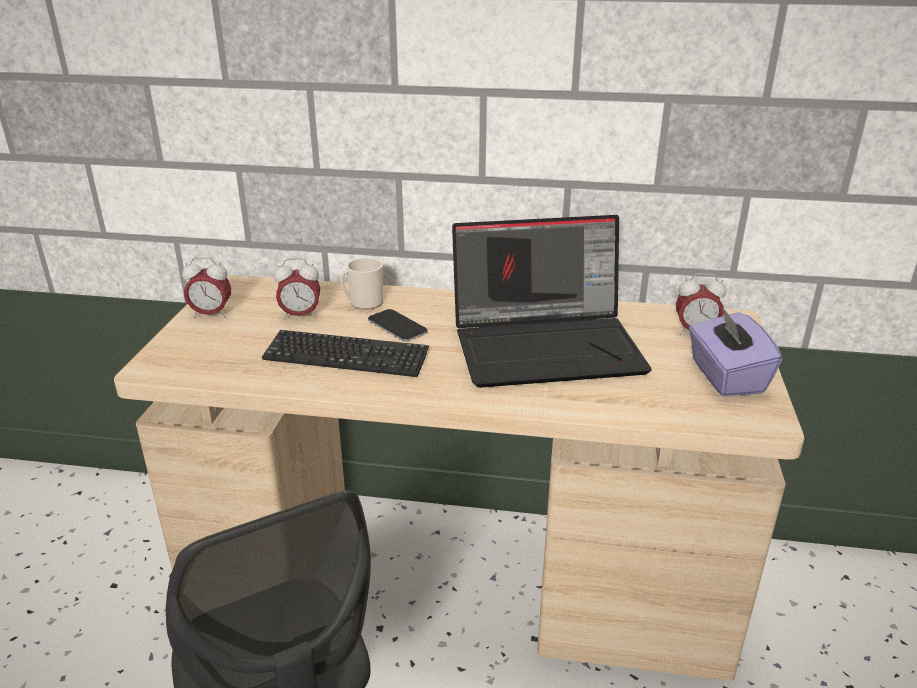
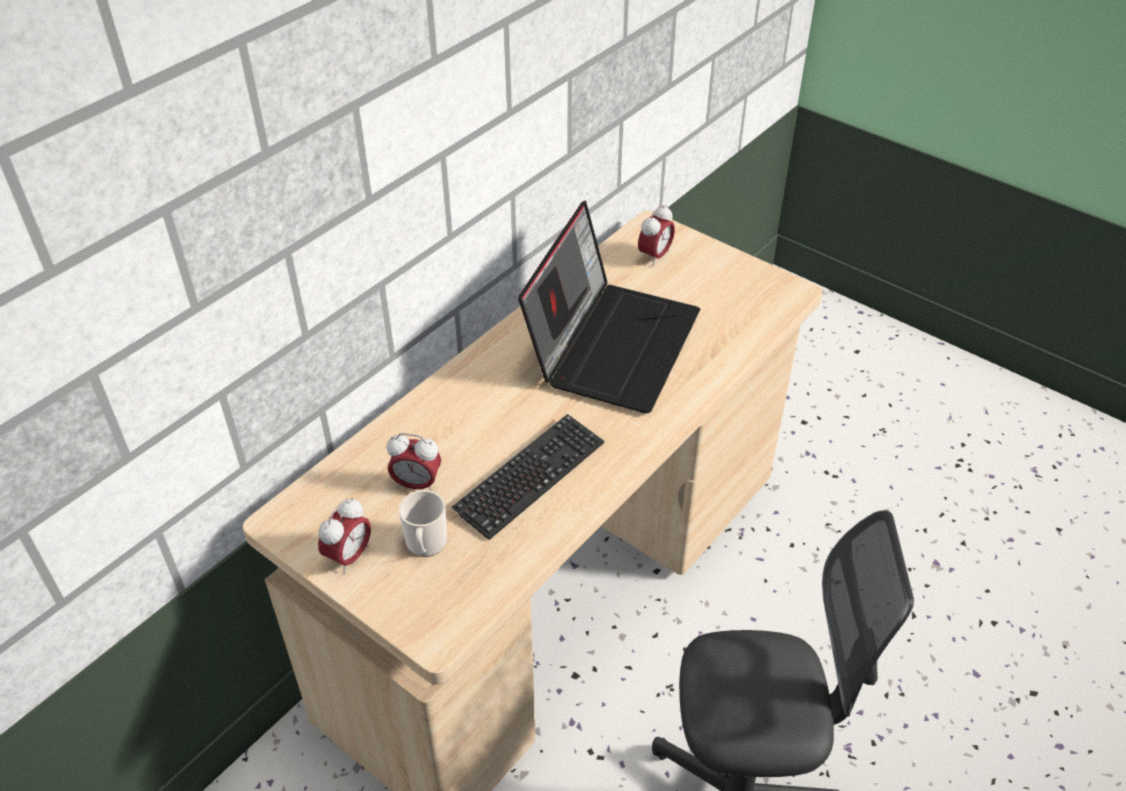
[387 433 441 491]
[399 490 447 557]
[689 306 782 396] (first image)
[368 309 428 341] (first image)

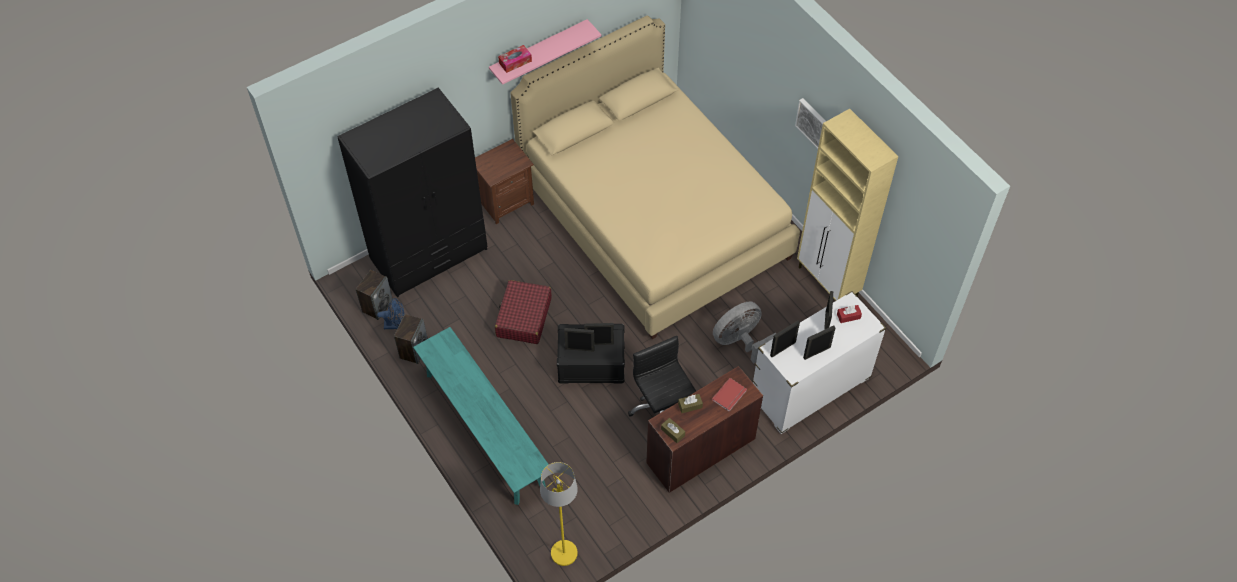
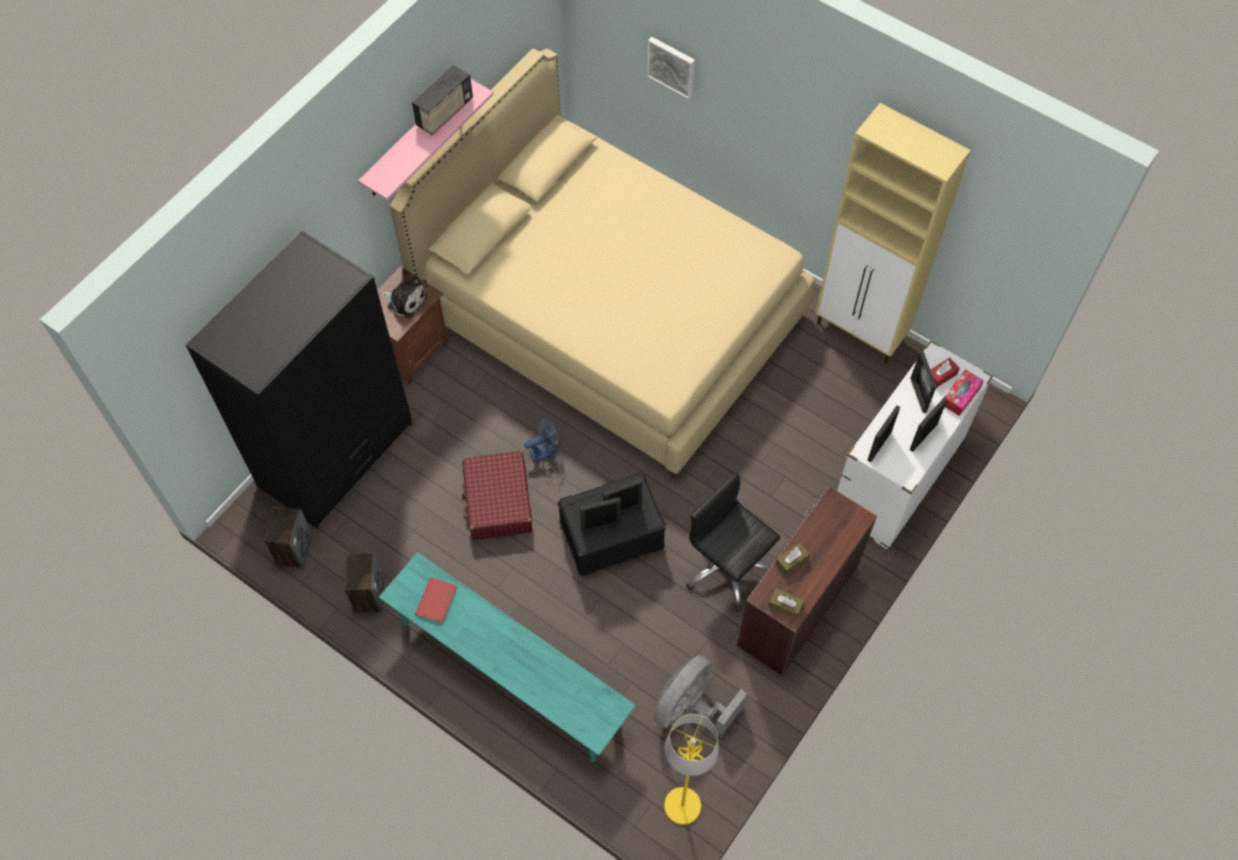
[944 369 984 416]
[647 37 695 99]
[524 418 561 462]
[653 655 747 737]
[415 577 457 624]
[412 65 473 135]
[381 276 427 318]

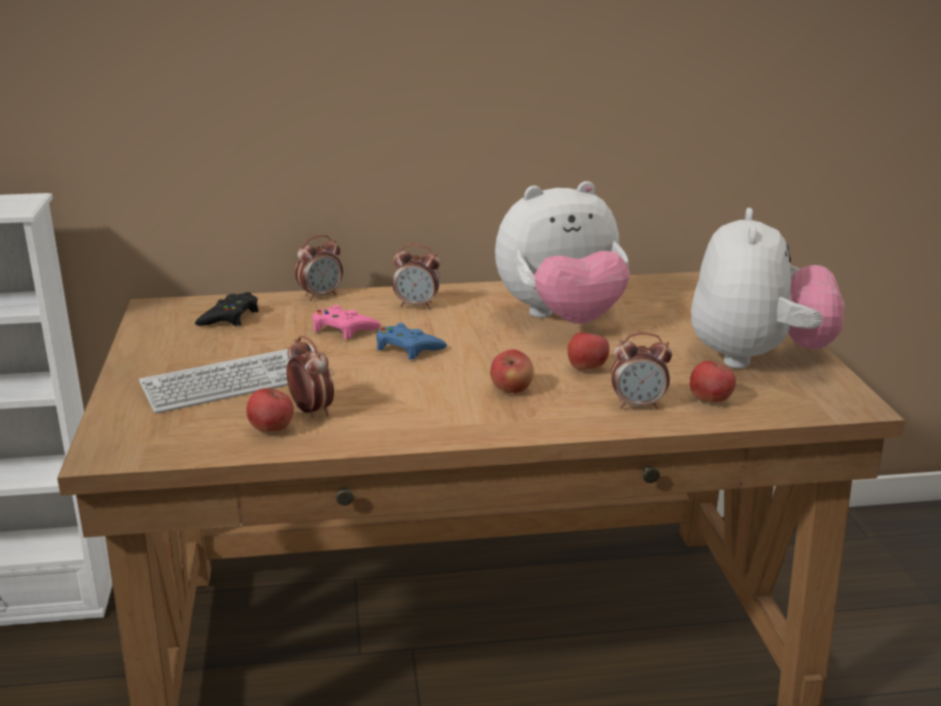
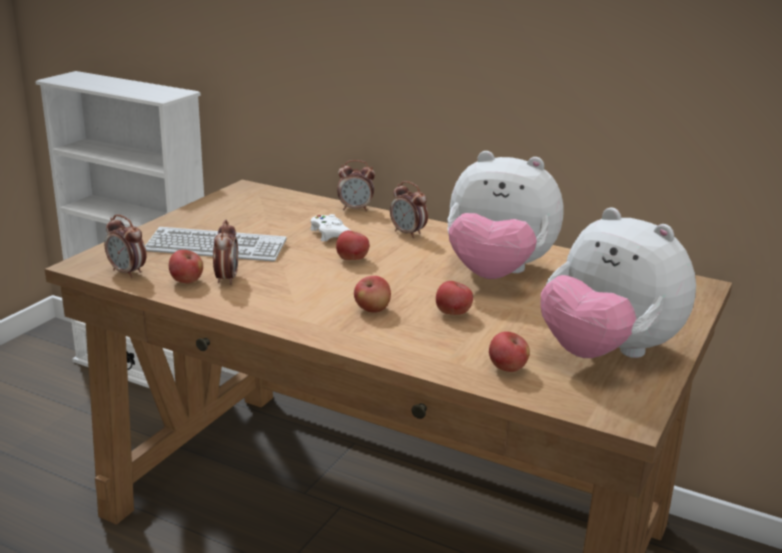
[540 207 696 358]
[195 292 259 326] (first image)
[310 214 350 242]
[336 230 369 260]
[104 214 147 278]

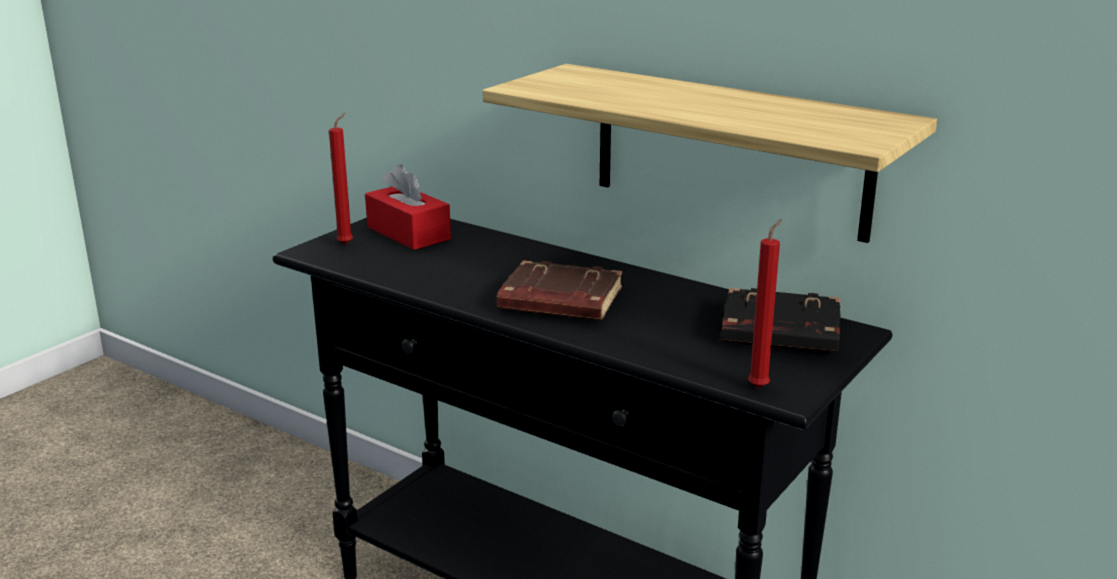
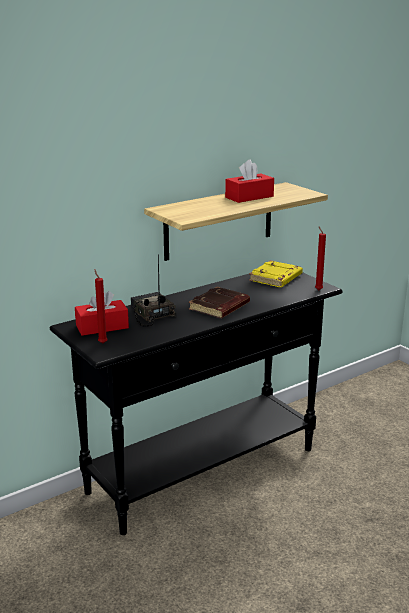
[249 260 303 287]
[225 159 274 203]
[131 254 176 327]

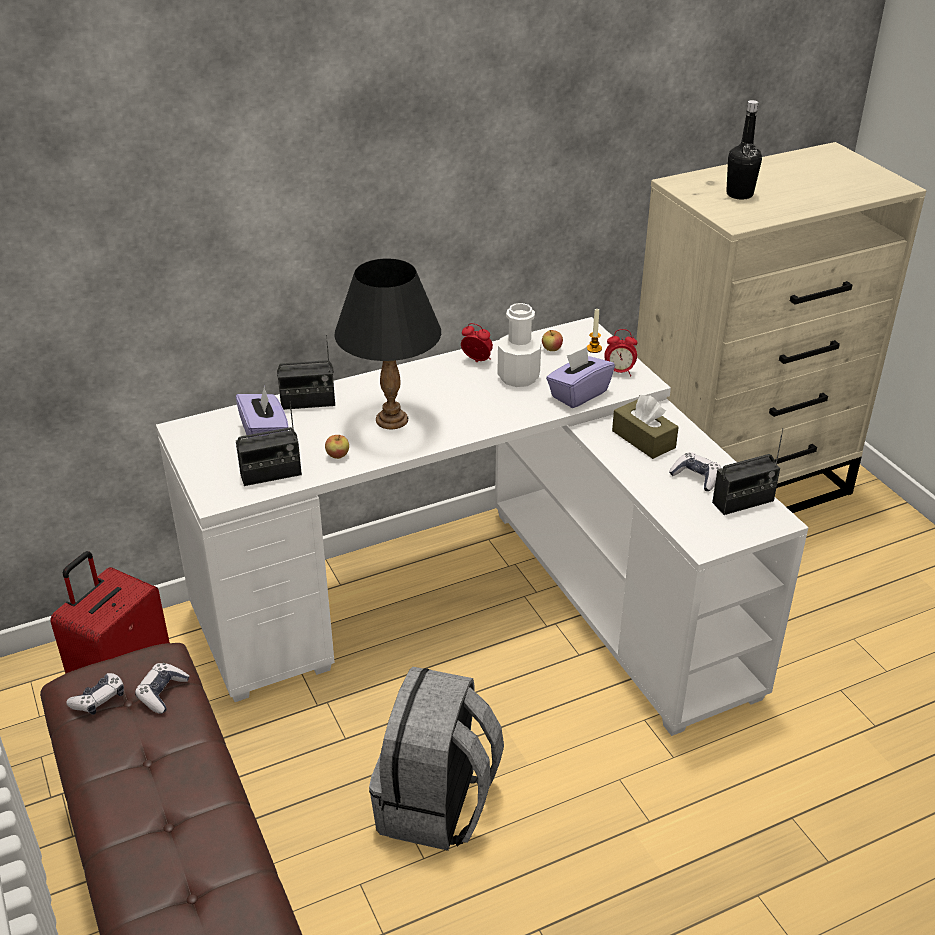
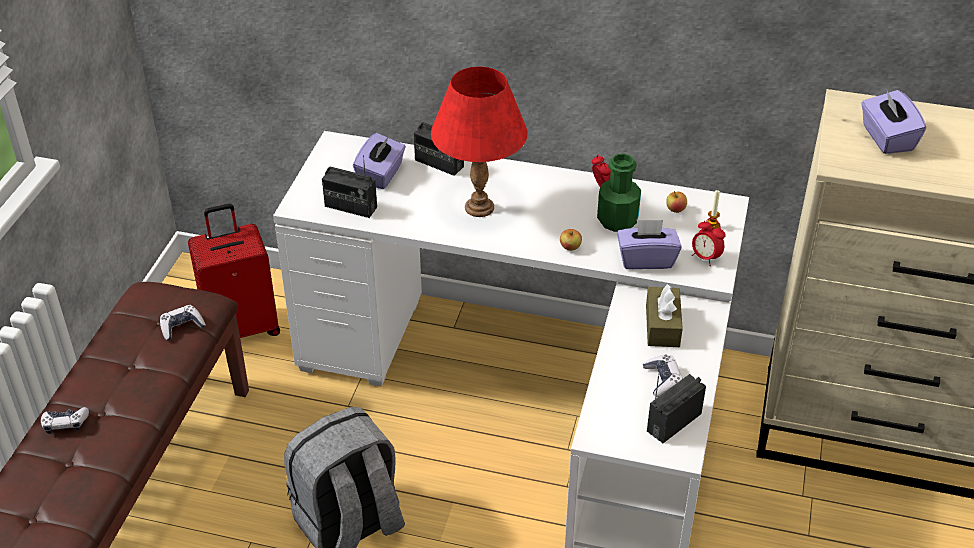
[861 89 926 154]
[431 66 528 217]
[597 153 641 232]
[647 370 706 443]
[560 229 582 251]
[41 407 89 434]

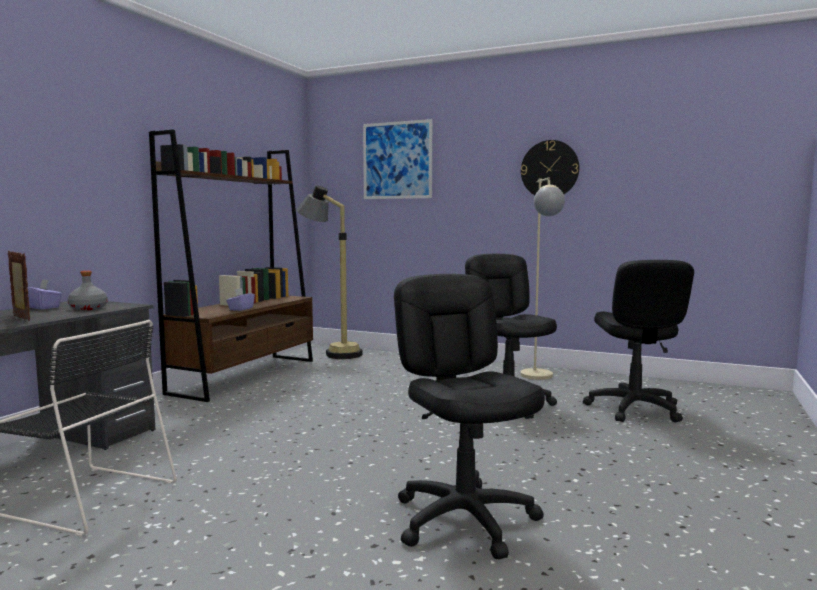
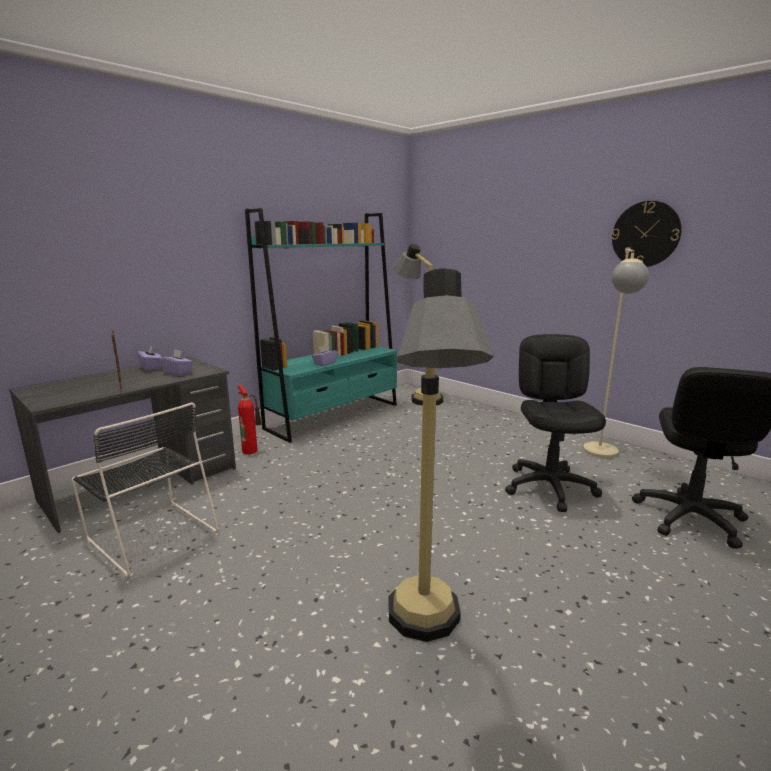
[363 119 432 199] (first image)
[245 208 397 443]
[159 349 193 376]
[389 268 494 642]
[238 385 262 454]

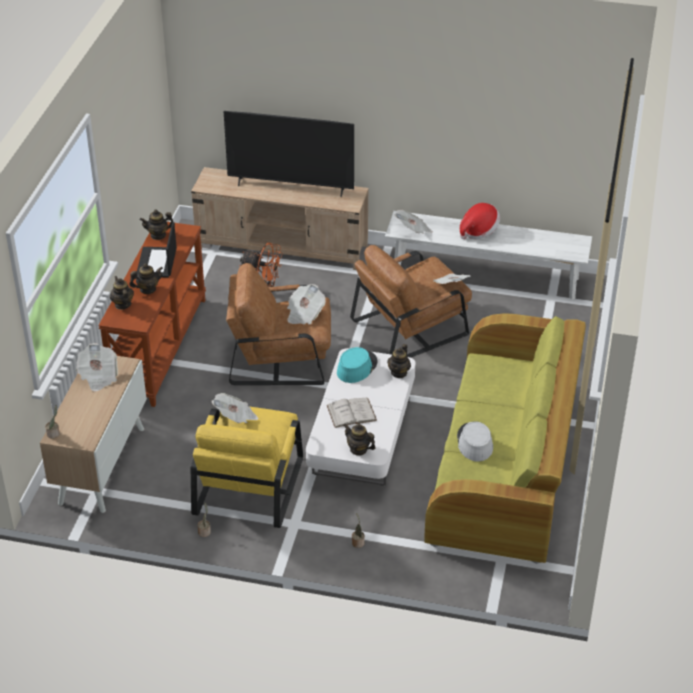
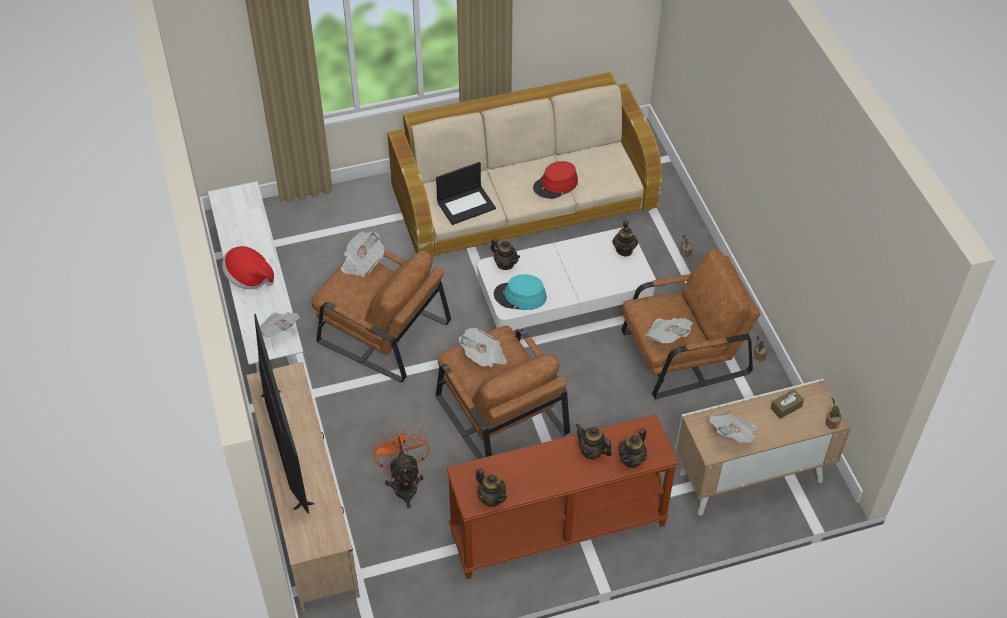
[436 162 496 225]
[388 72 662 258]
[490 238 520 270]
[327 398 377 428] (first image)
[621 249 761 399]
[533 161 578 199]
[771 389 804 419]

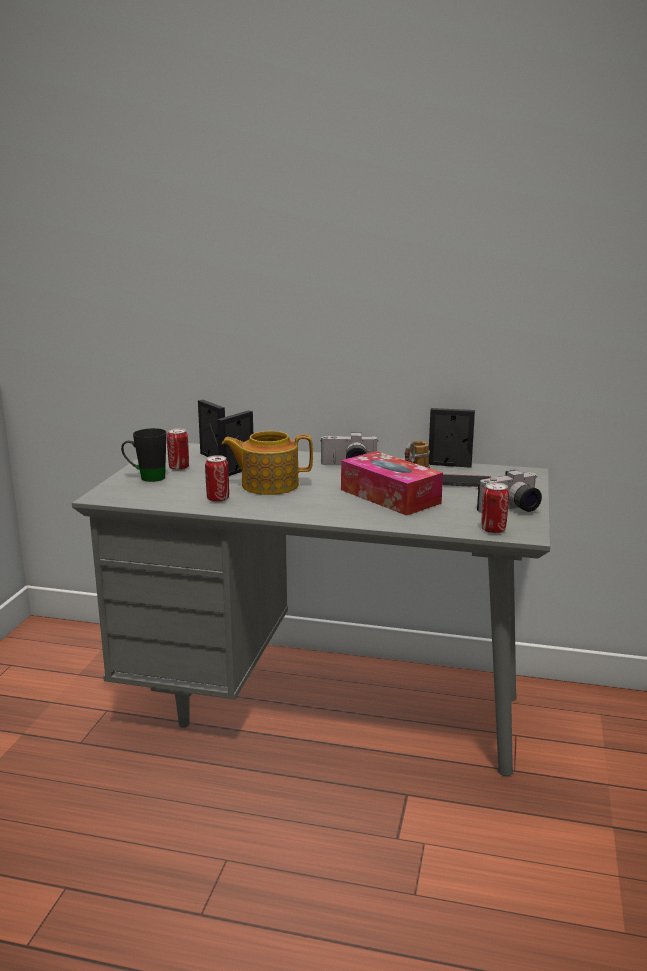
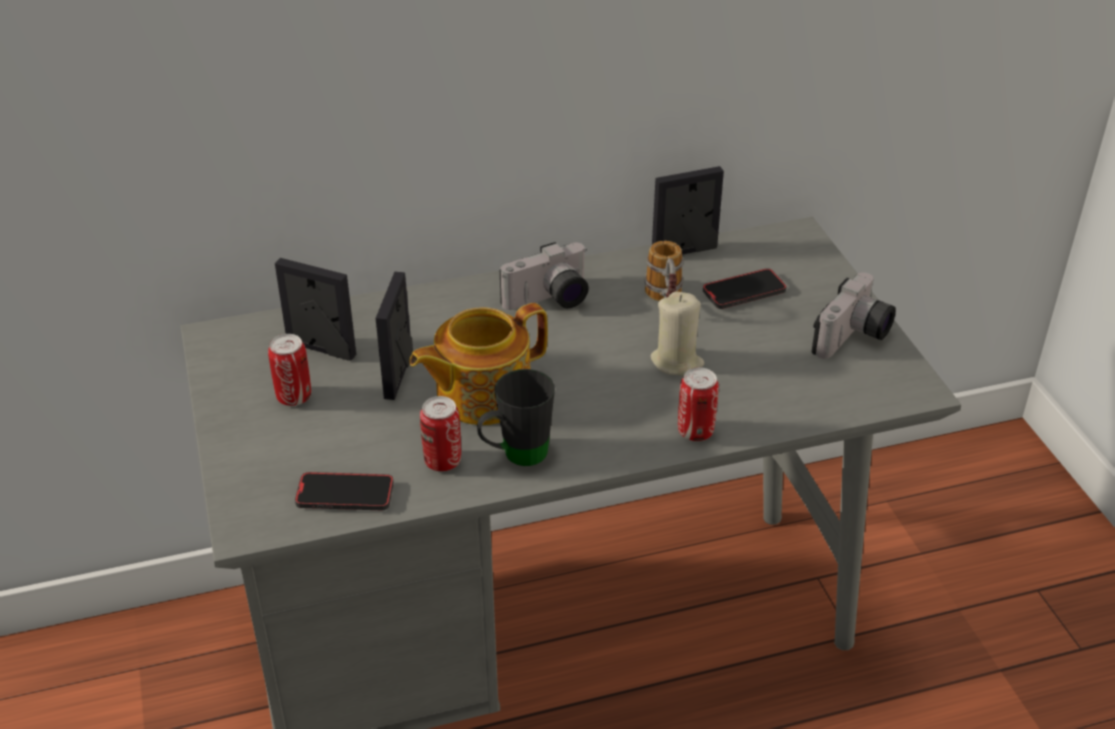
[477 369 555 466]
[651 292 704 376]
[678 367 719 441]
[295 472 394 511]

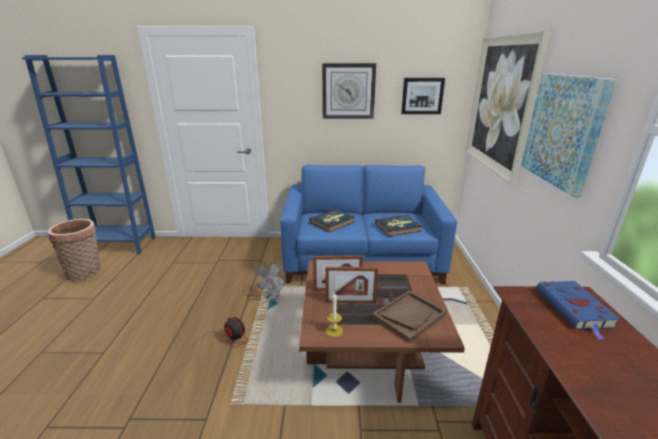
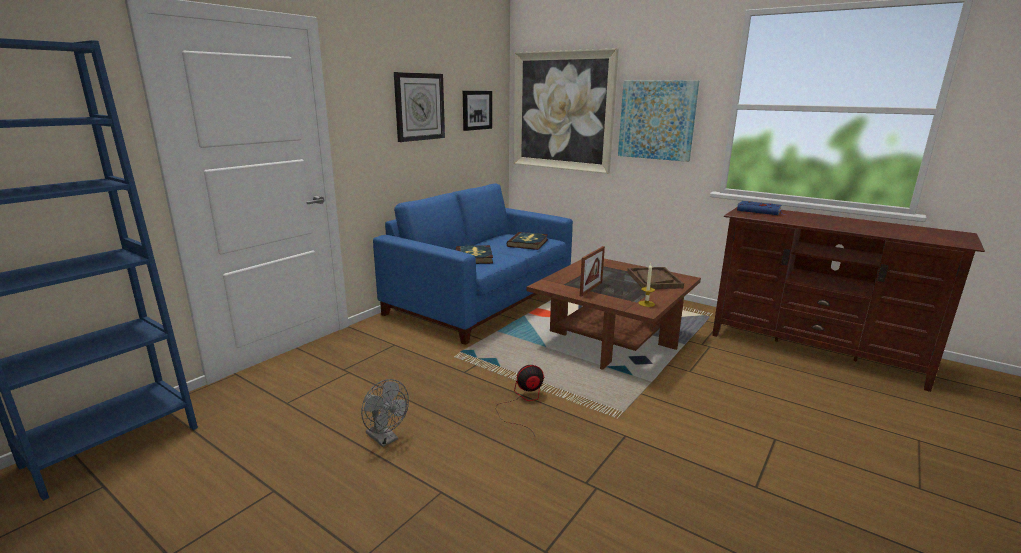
[47 219 101 282] (first image)
[361 379 409 447]
[325 267 378 304] (first image)

